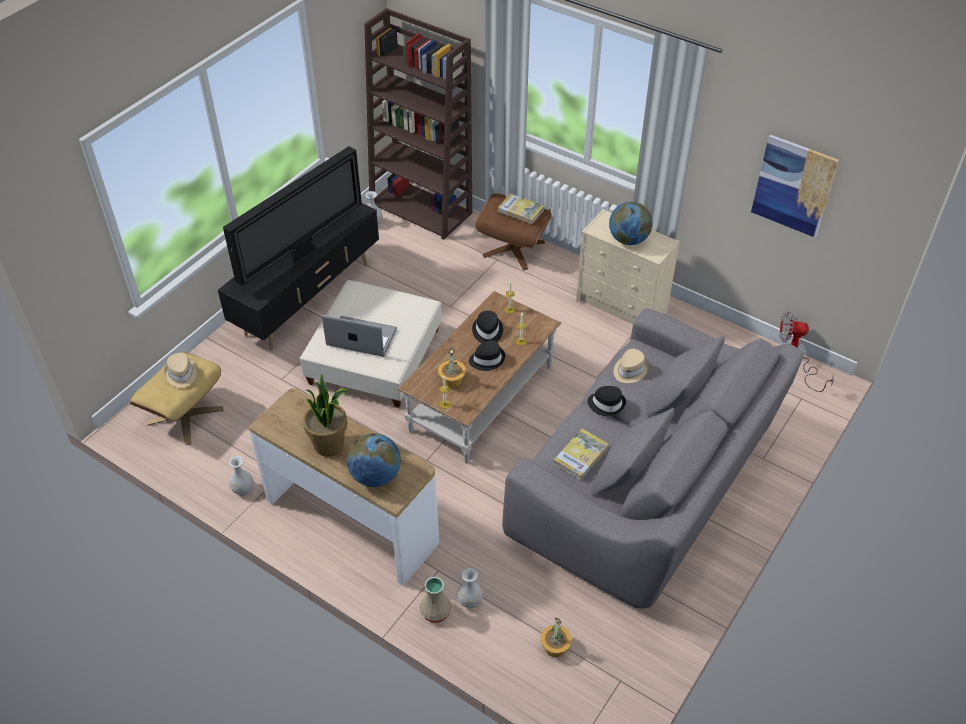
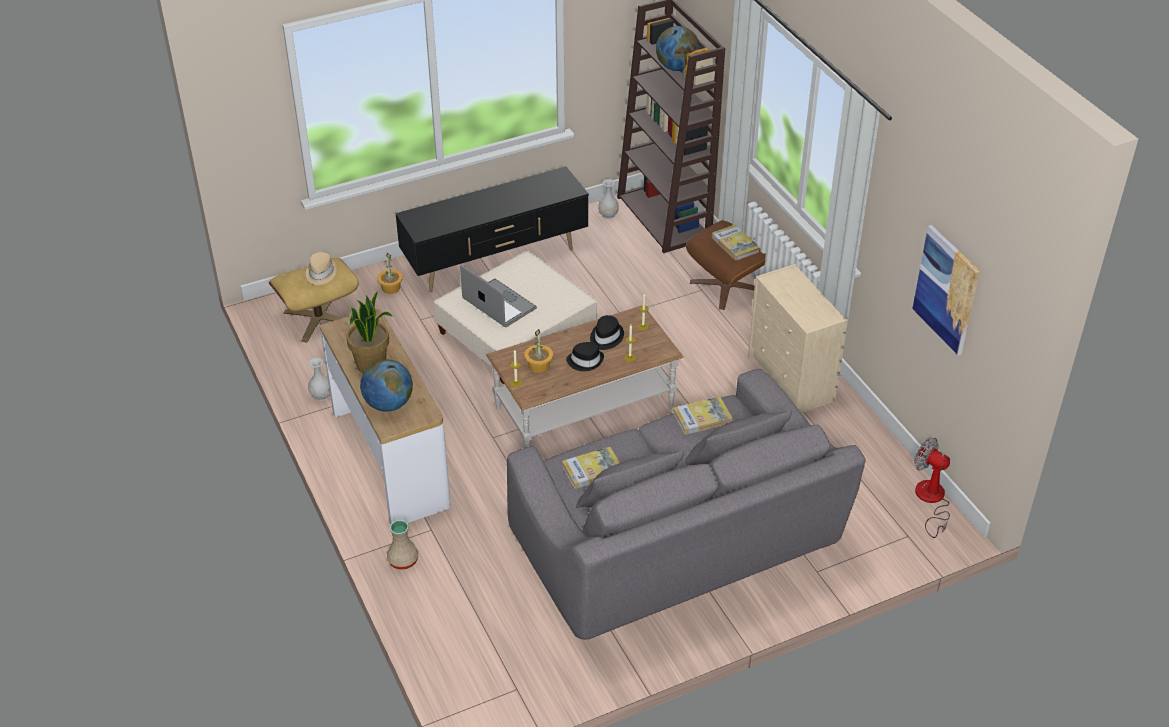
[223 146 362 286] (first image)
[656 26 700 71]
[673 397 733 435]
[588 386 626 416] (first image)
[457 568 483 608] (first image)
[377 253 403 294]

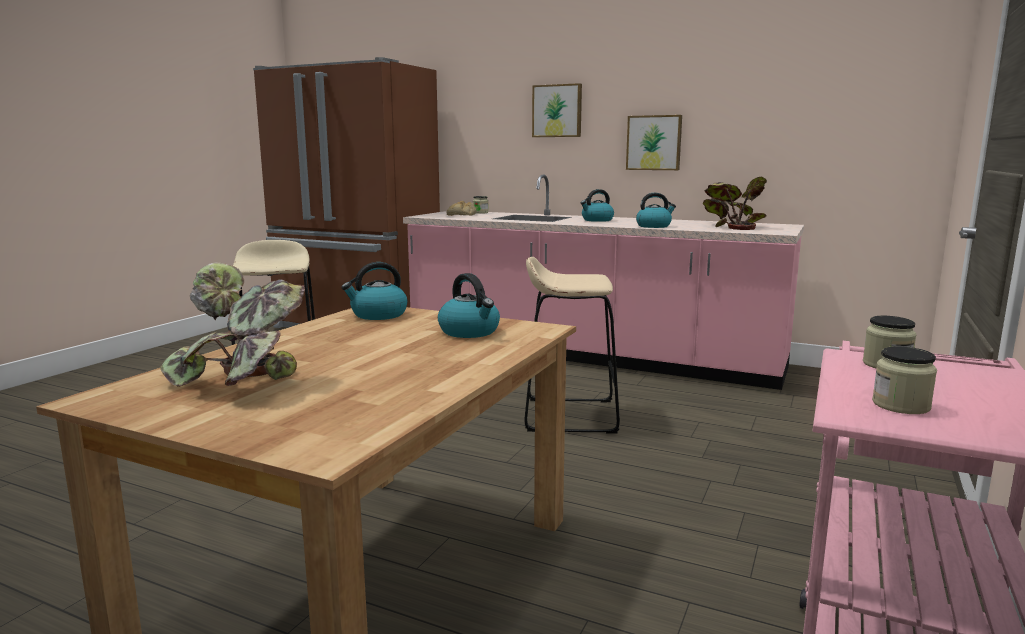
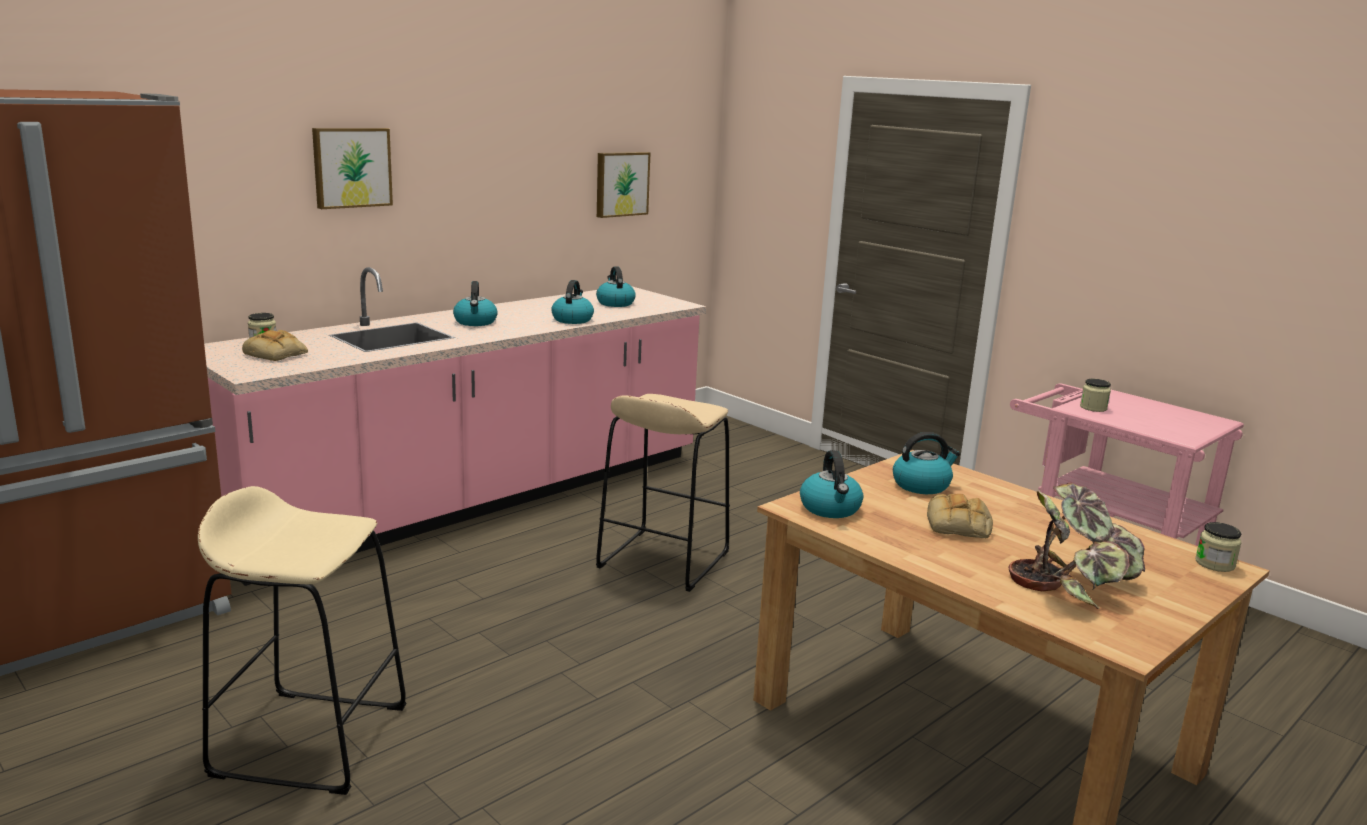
[597 152 650 218]
[596 266 636 307]
[1195 522 1242 572]
[927 494 993 538]

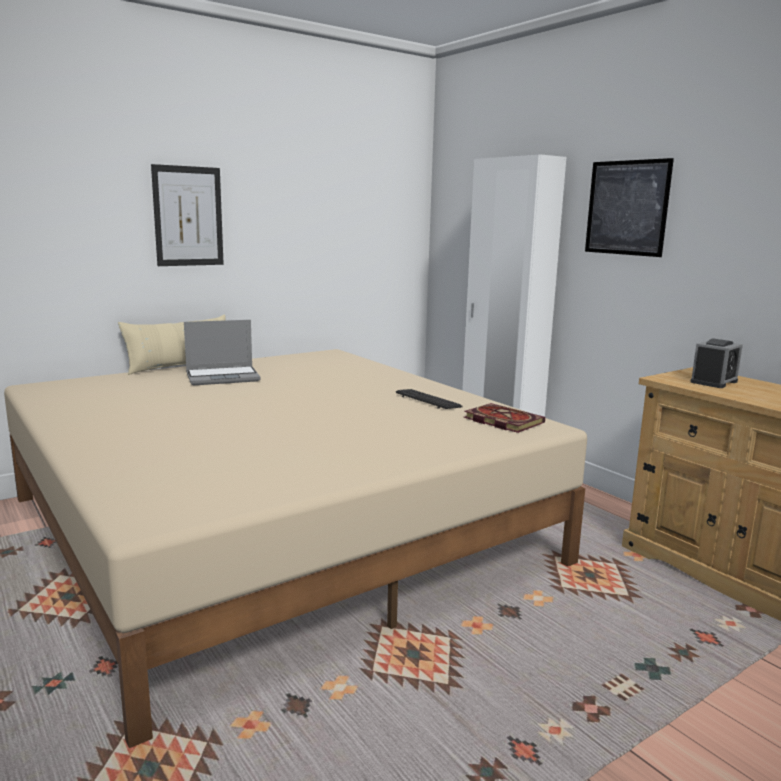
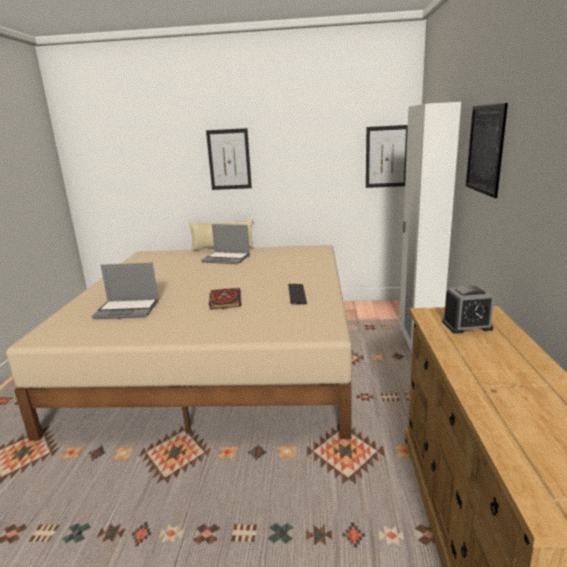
[209 288 241 310]
[366 125 408 188]
[92 262 159 319]

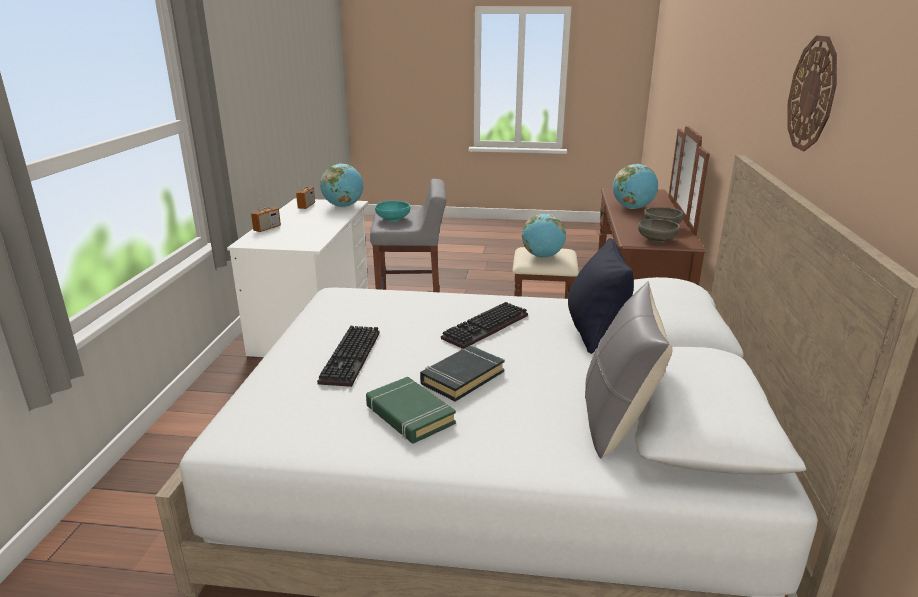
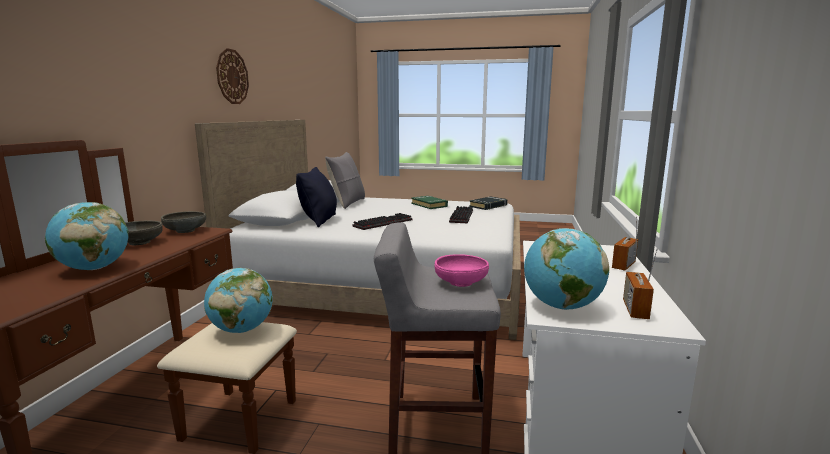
[435 254 489 287]
[469 196 507 210]

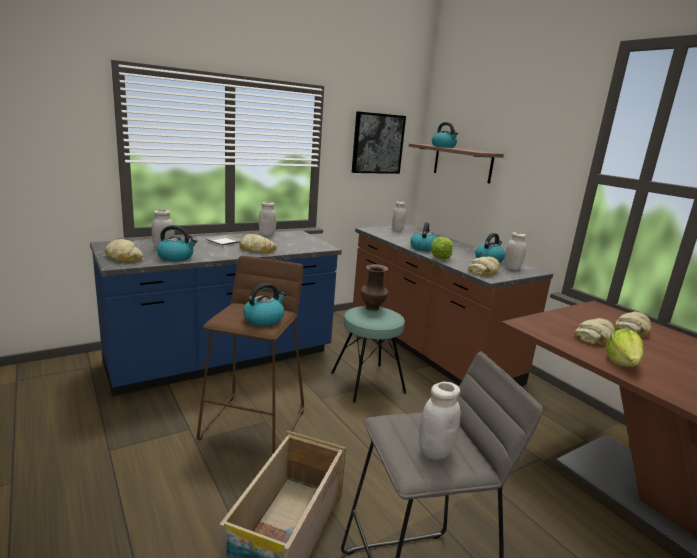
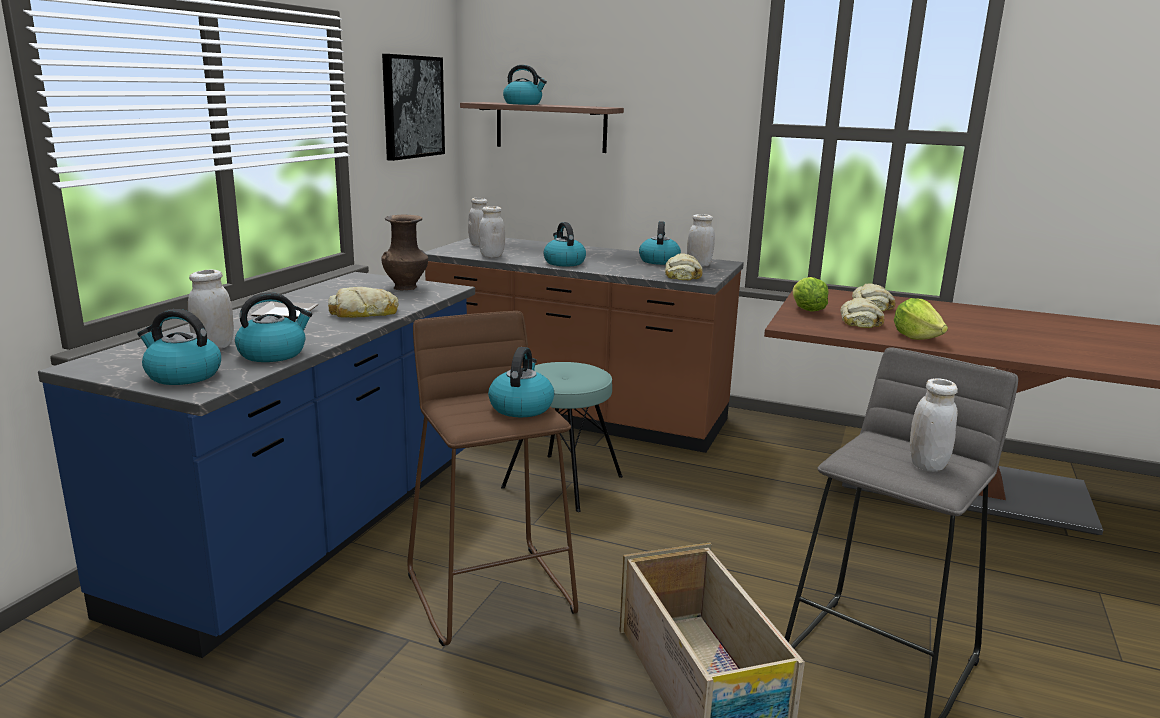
[479 206 505 258]
[793 277 829 312]
[137 309 221 385]
[381 215 428 290]

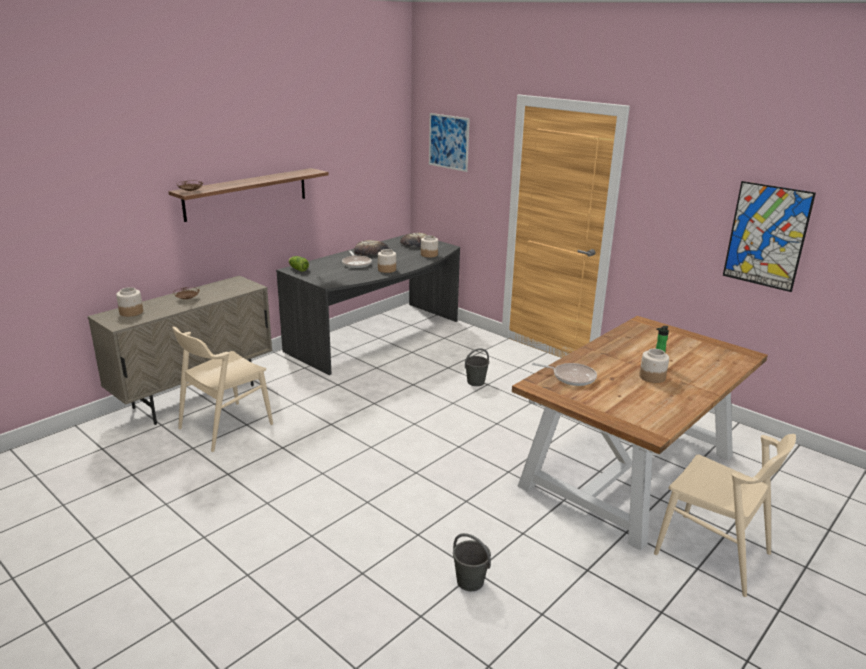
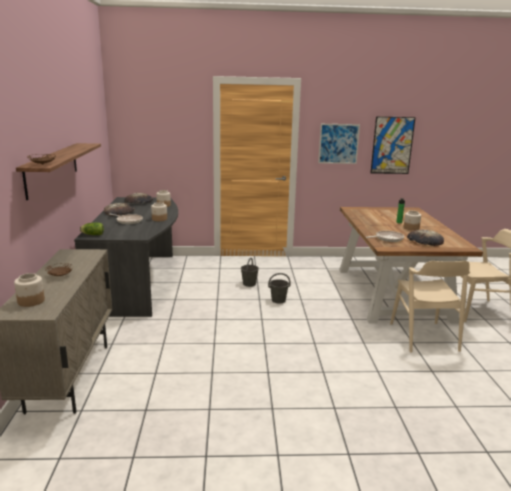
[318 124 360 164]
[390 261 471 353]
[268 273 291 304]
[407 230 444 246]

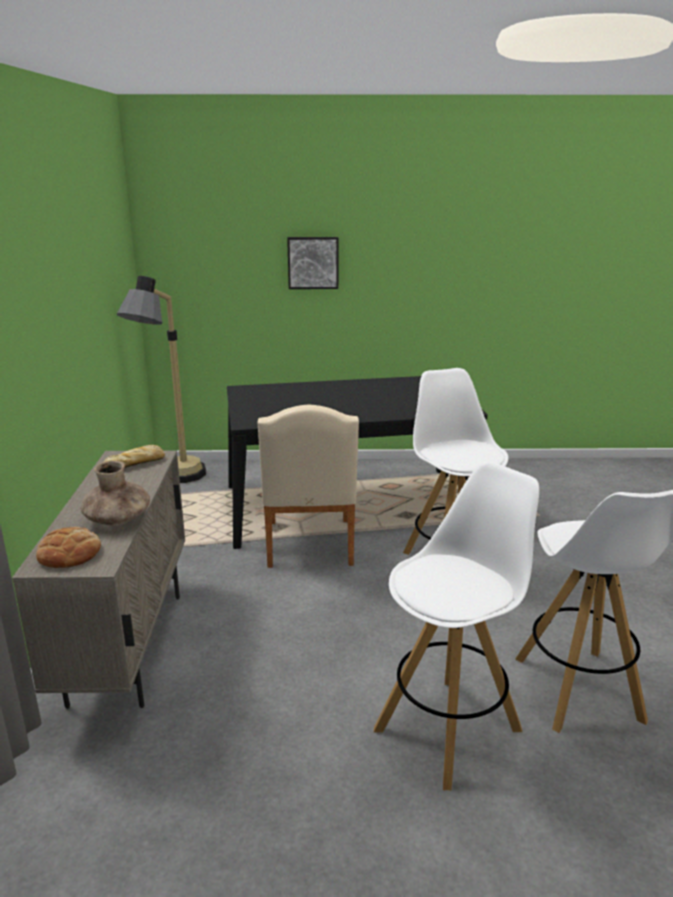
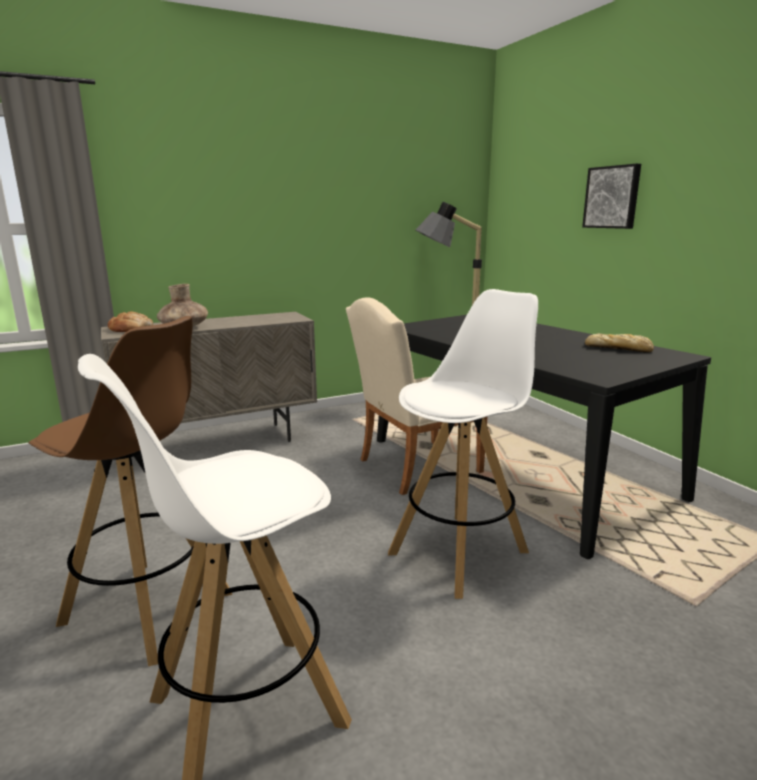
[585 333 654 353]
[28 316 232 666]

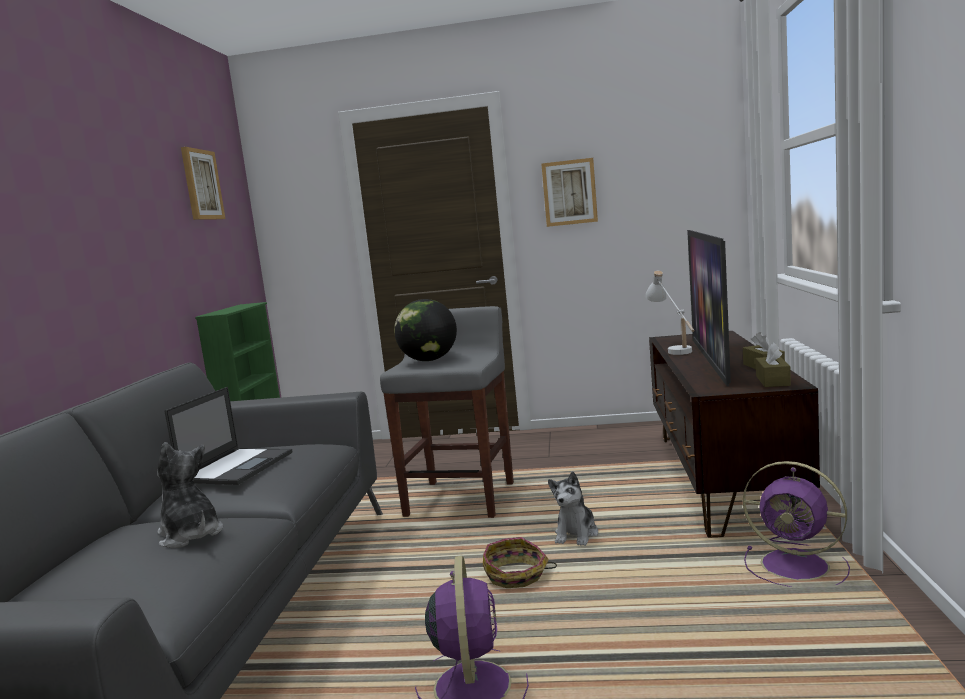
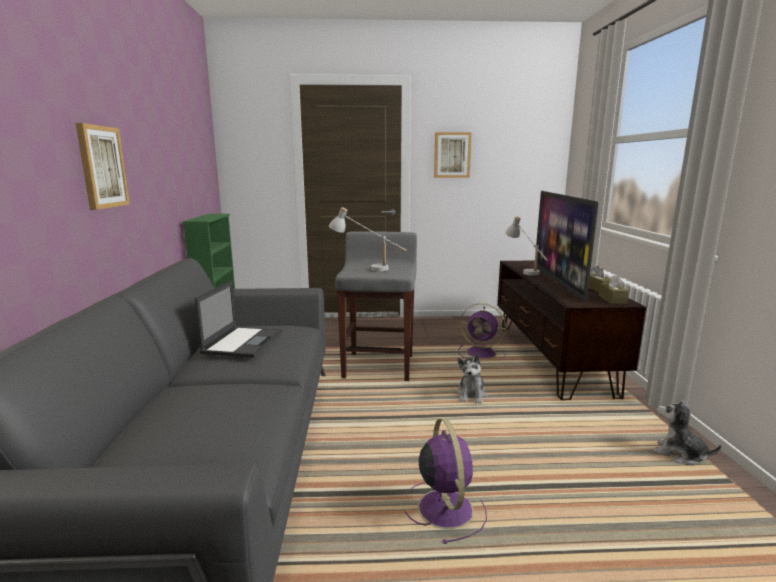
[76 123 130 210]
[329 207 407 271]
[654 399 722 465]
[458 303 506 361]
[483 537 557 588] (first image)

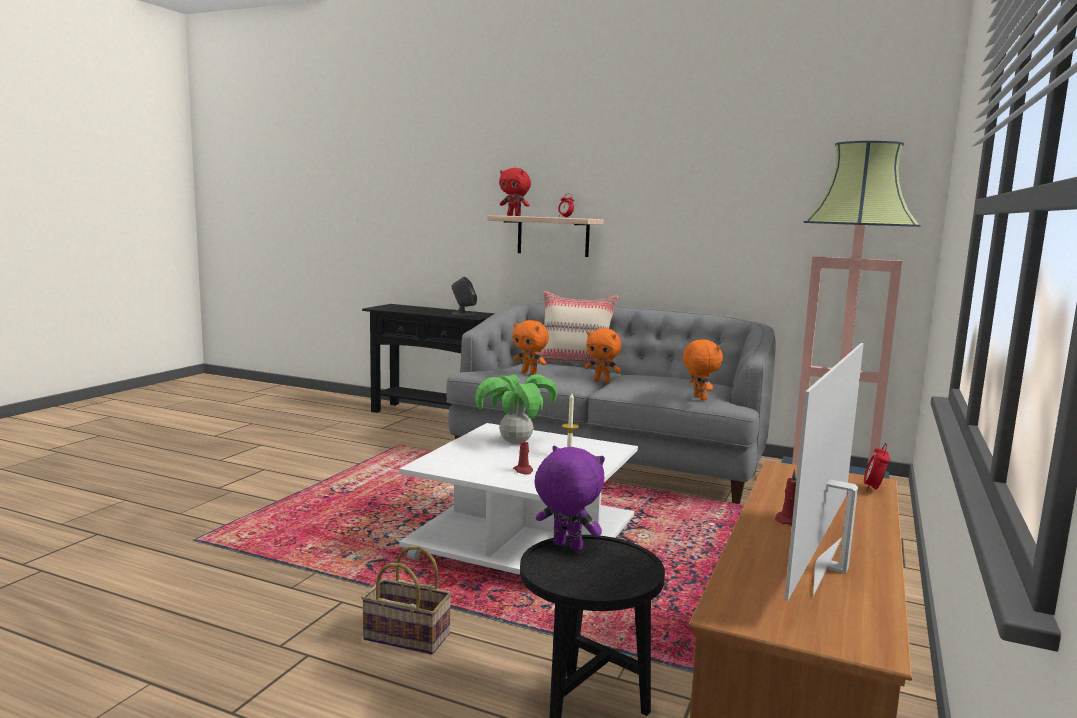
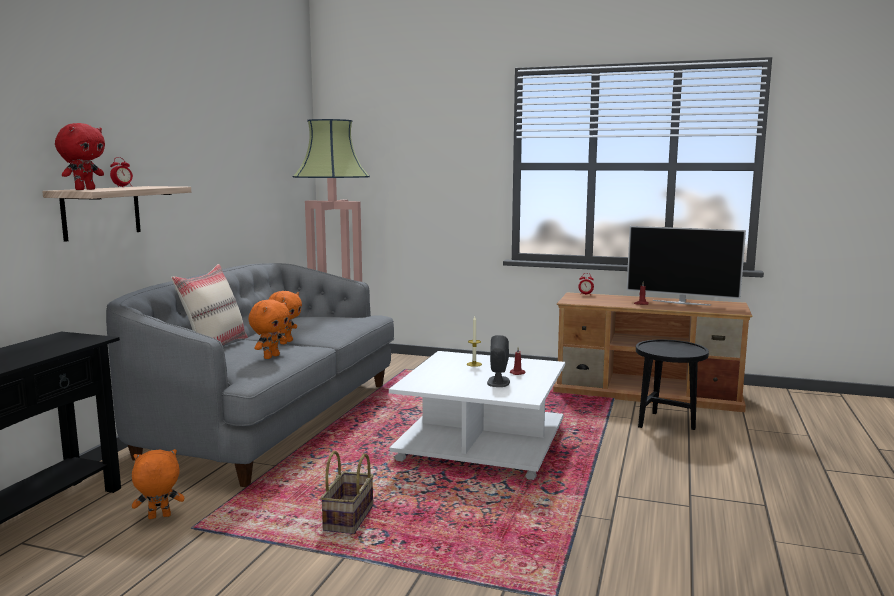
[487 335 510 387]
[132 449 184 519]
[475 374 557 444] (first image)
[534 446 605 551] (first image)
[320 451 374 534]

